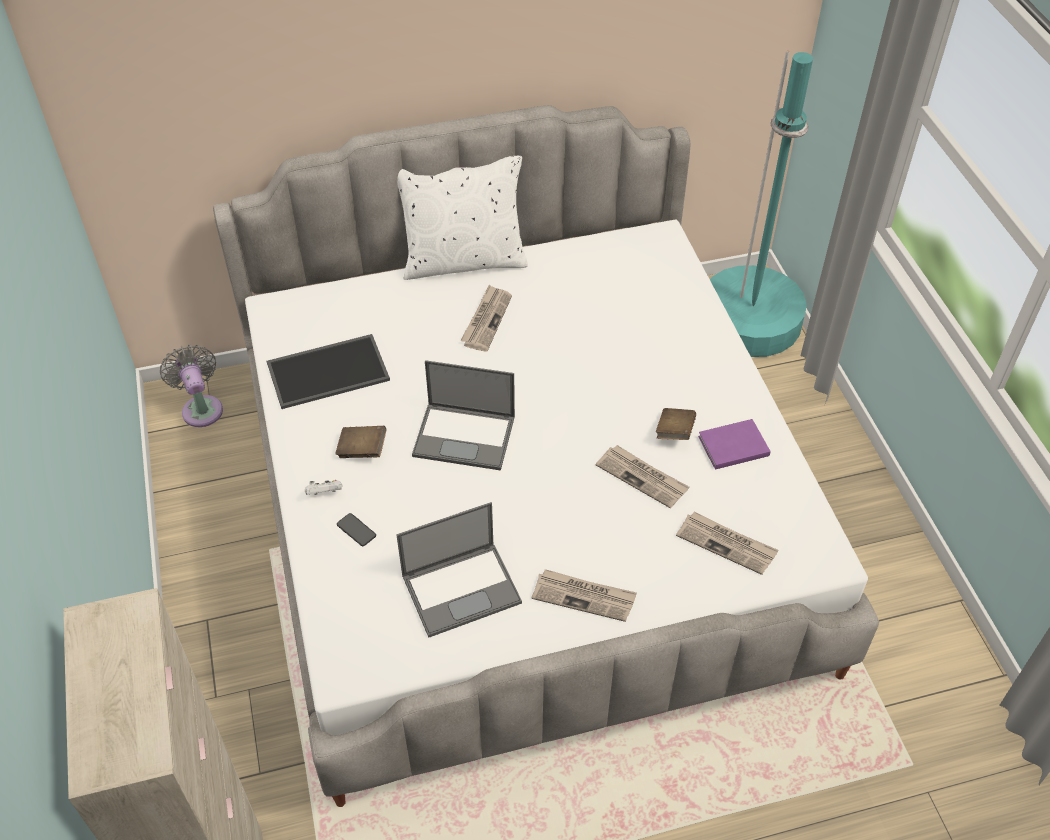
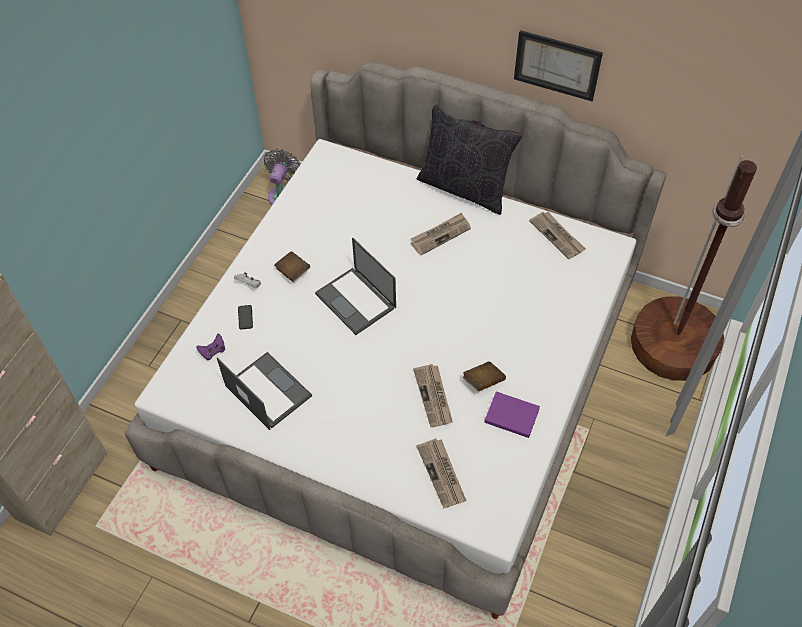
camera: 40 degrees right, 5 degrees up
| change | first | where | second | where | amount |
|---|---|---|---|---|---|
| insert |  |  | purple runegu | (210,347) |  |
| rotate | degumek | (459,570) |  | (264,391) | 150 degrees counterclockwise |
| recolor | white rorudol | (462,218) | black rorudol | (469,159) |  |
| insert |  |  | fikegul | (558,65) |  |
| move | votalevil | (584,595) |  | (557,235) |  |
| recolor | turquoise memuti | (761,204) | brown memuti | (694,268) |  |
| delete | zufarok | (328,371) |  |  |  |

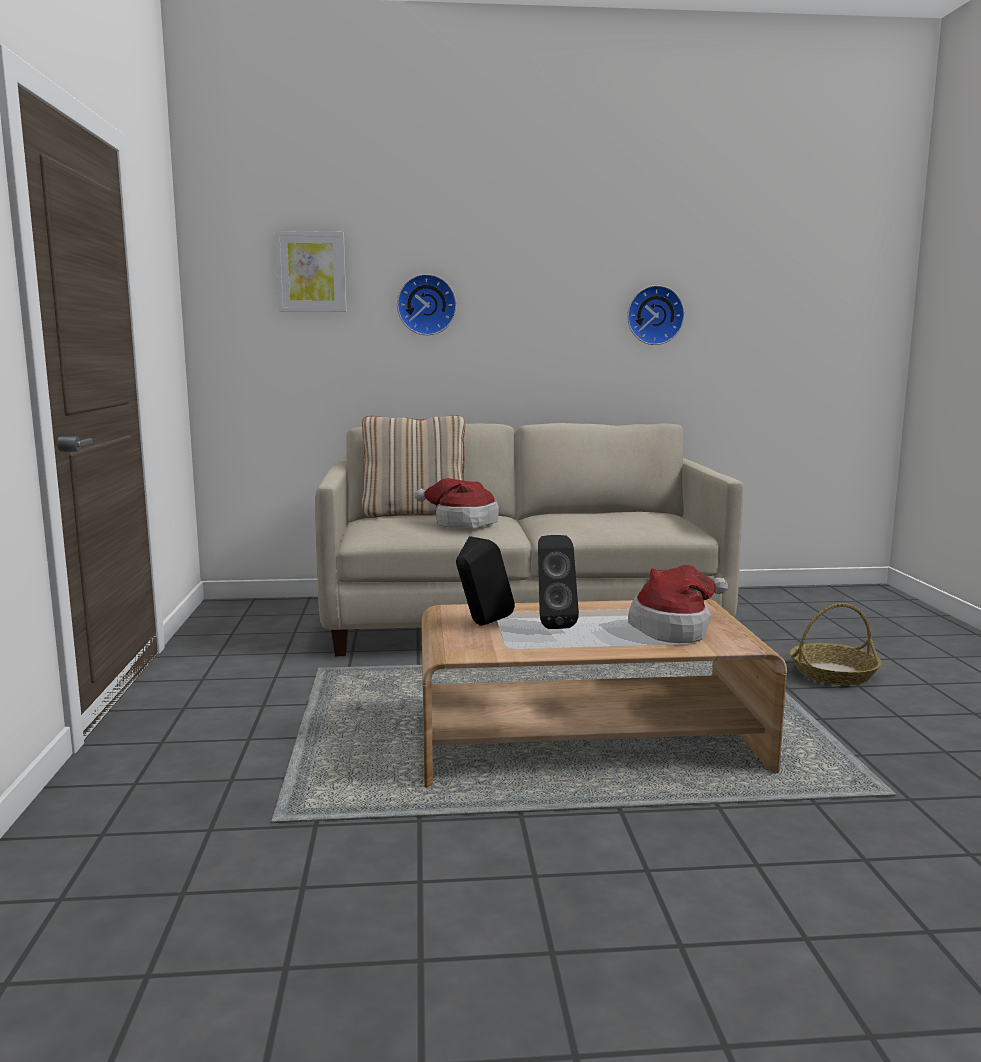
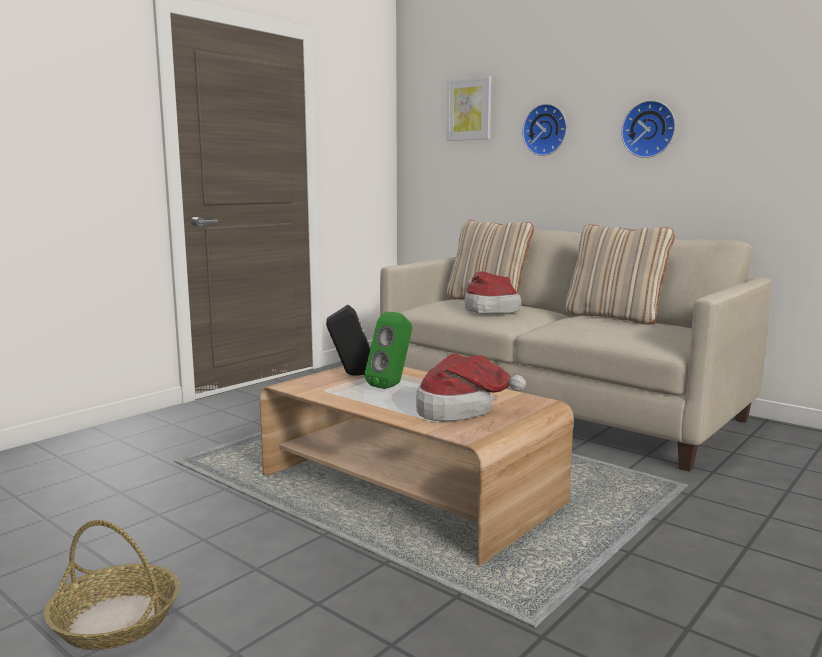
camera: 45 degrees right, 0 degrees up
| change | first | where | second | where | amount |
|---|---|---|---|---|---|
| move | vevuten | (835,644) |  | (112,585) |  |
| recolor | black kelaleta | (558,582) | green kelaleta | (388,350) |  |
| insert |  |  | beige rorudol | (620,274) |  |
| move | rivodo | (656,315) |  | (648,129) |  |

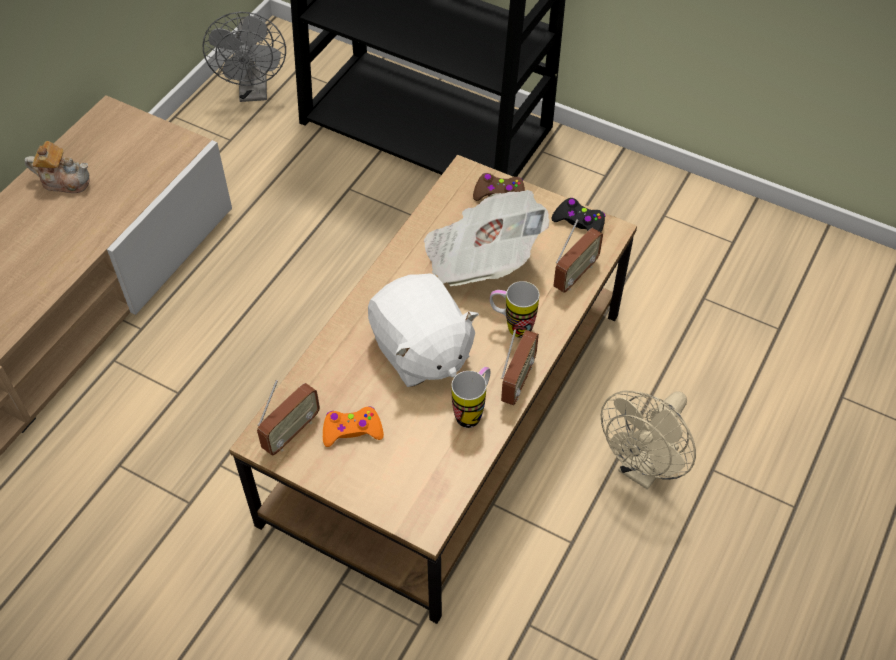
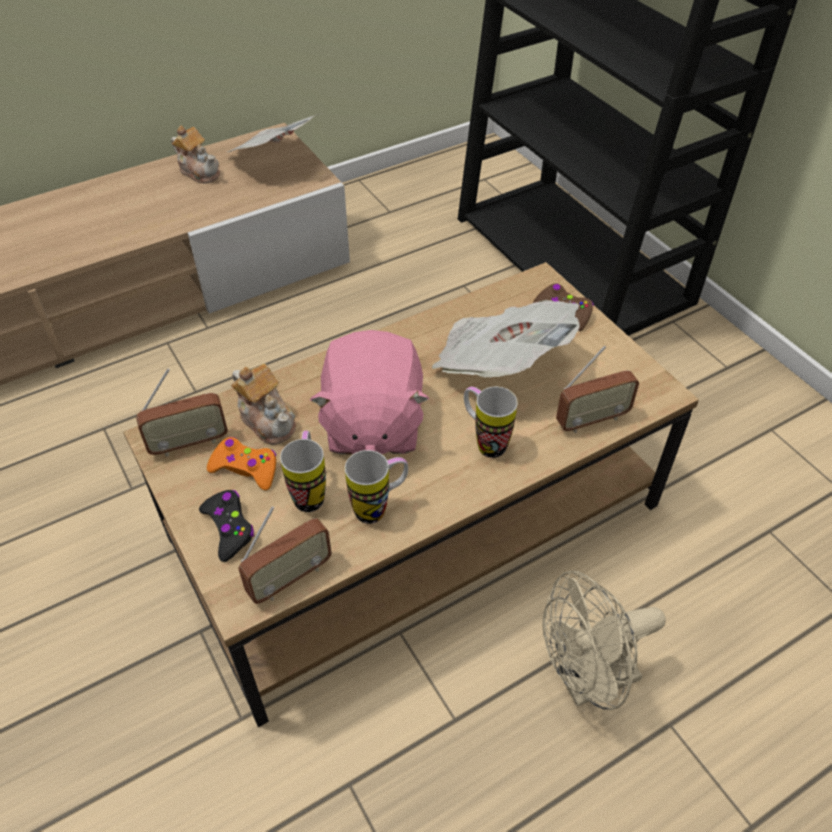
camera: 30 degrees right, 5 degrees down
| change | first | where | second | where | amount |
|---|---|---|---|---|---|
| move | black runegu | (578,215) |  | (226,526) |  |
| insert |  |  | votalevil | (273,133) |  |
| insert |  |  | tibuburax | (263,404) |  |
| move | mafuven | (520,367) |  | (285,555) |  |
| insert |  |  | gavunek | (303,471) |  |
| recolor | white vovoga | (423,330) | pink vovoga | (369,392) |  |
| delete | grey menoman | (244,57) |  |  |  |

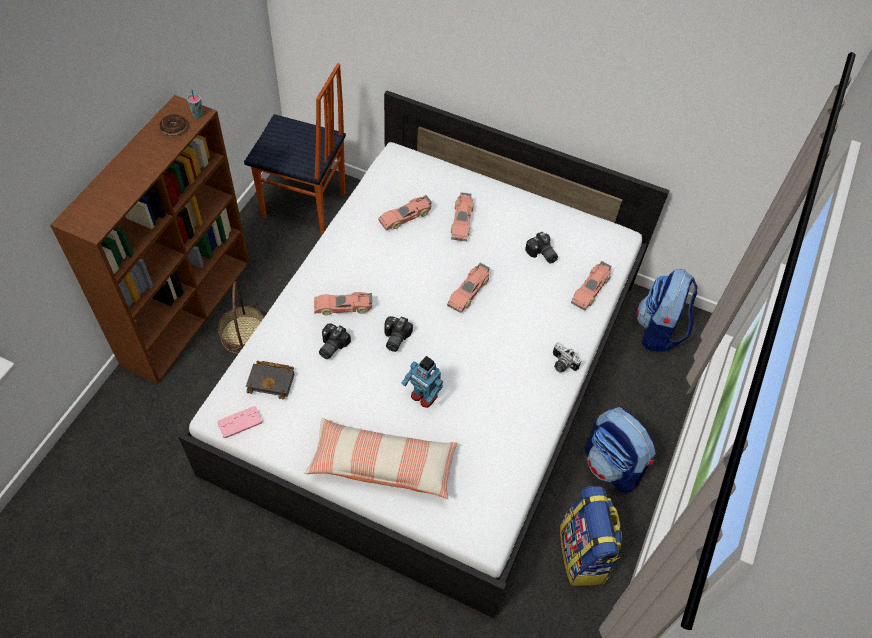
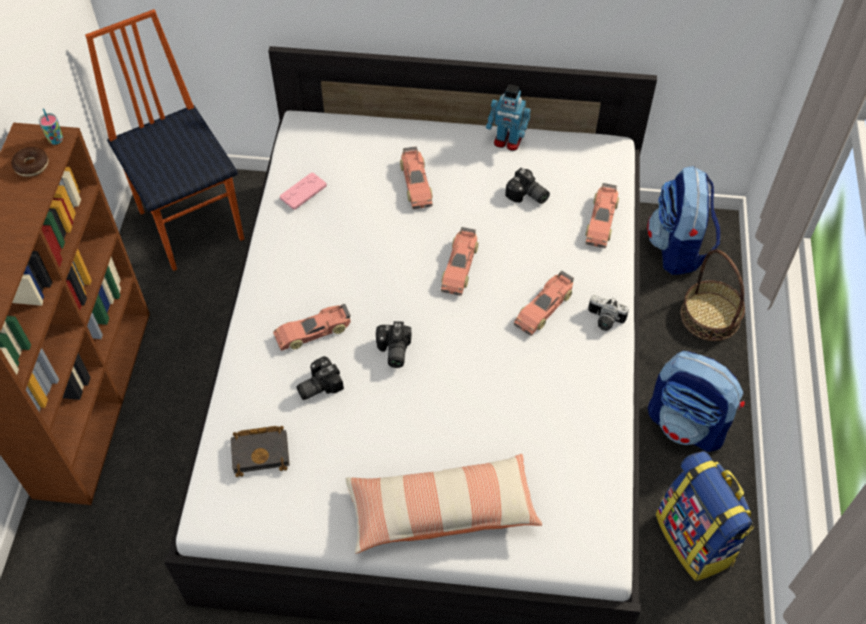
camera: 15 degrees left, 0 degrees up
| change | first | where | second | where | amount |
|---|---|---|---|---|---|
| rotate | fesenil | (295,148) |  | (164,140) | 120 degrees counterclockwise |
| move | pink runegu | (240,422) |  | (303,191) |  |
| rotate | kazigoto | (335,341) |  | (320,378) | 45 degrees clockwise |
| move | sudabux | (422,382) |  | (508,117) |  |
| move | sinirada | (405,213) |  | (544,303) |  |
| move | vevuten | (241,317) |  | (713,295) |  |

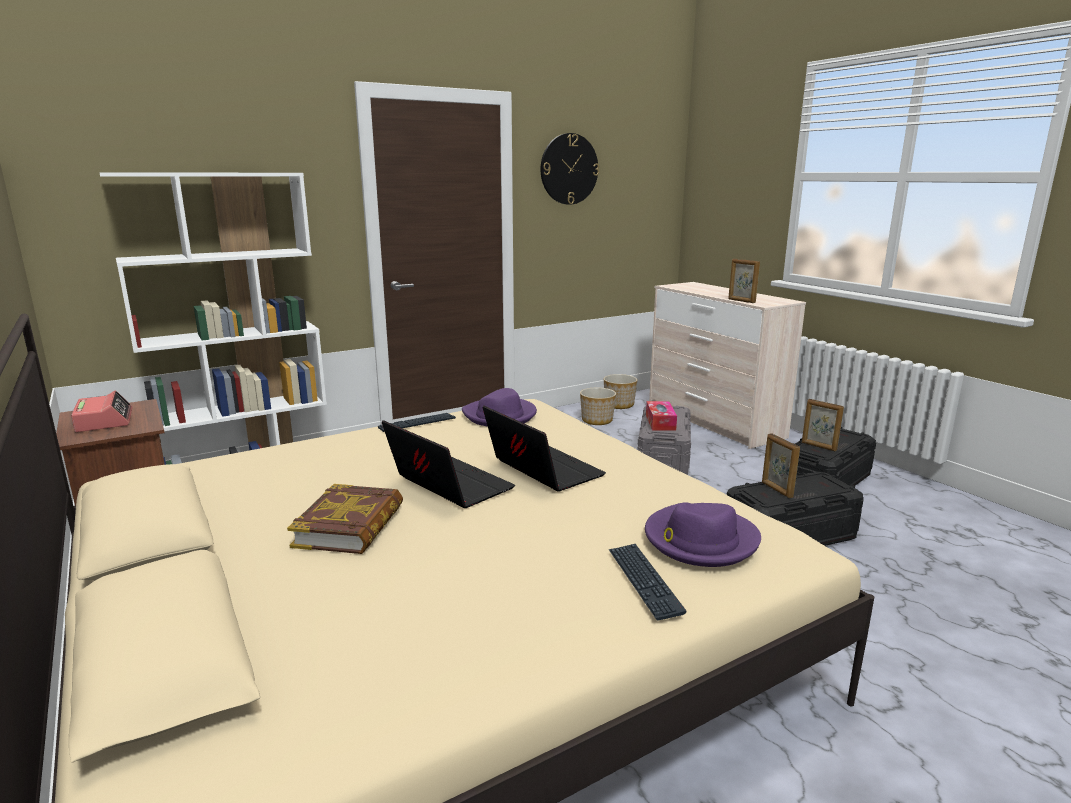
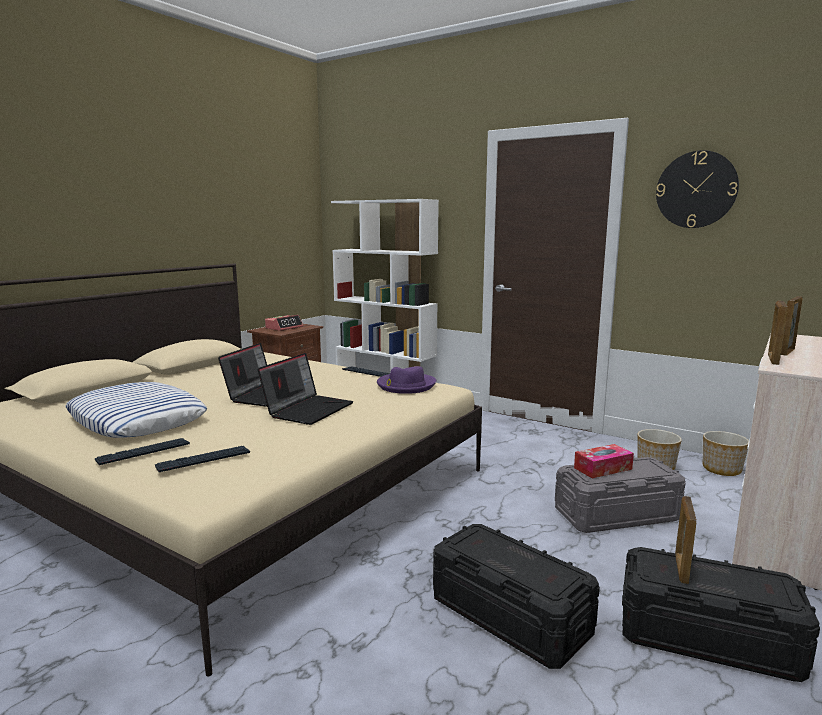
camera: 65 degrees right, 5 degrees down
| change | first | where | second | where | amount |
|---|---|---|---|---|---|
| insert |  |  | rorudol | (136,410) |  |
| replace | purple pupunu | (703,534) | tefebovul | (202,459) |  |
| move | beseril | (781,465) |  | (792,325) |  |
| delete | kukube | (345,519) |  |  |  |

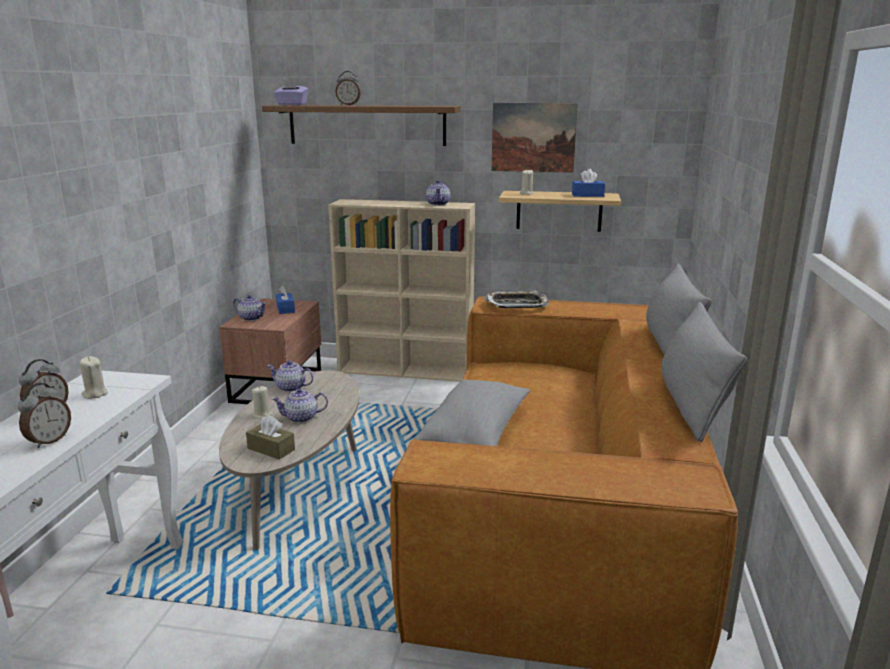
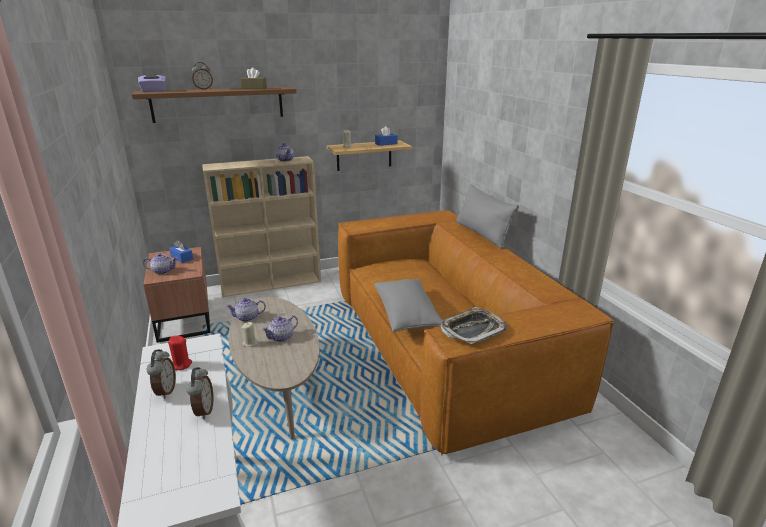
camera: 30 degrees left, 5 degrees up
| change | first | where | second | where | amount |
|---|---|---|---|---|---|
| recolor | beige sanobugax | (93,377) | red sanobugax | (180,352) |  |
| move | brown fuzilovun | (270,437) |  | (253,78) |  |
| move | zufarok | (516,299) |  | (474,325) |  |
| delete | fikegul | (535,138) |  |  |  |
| delete | grey rorudol | (704,372) |  |  |  |

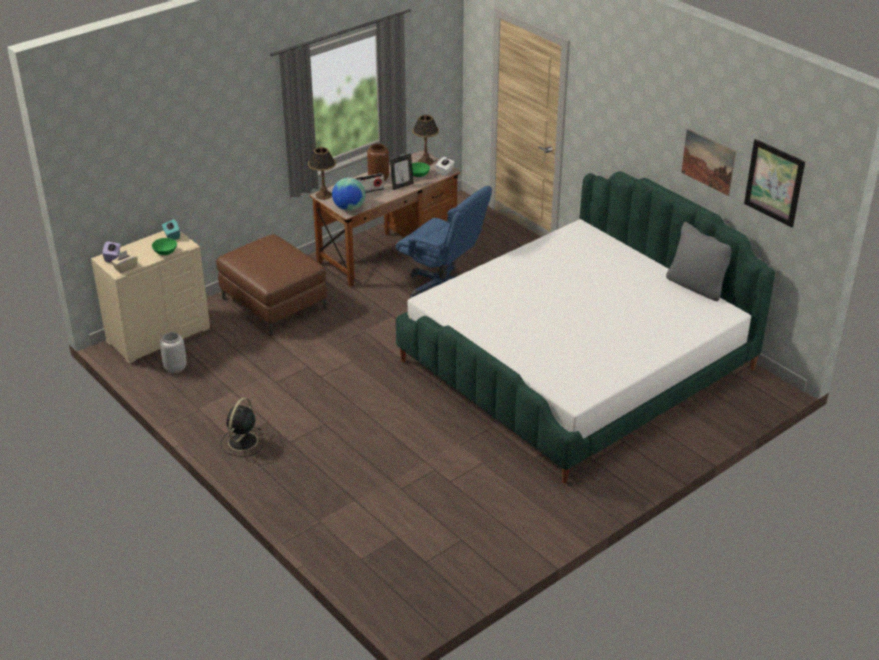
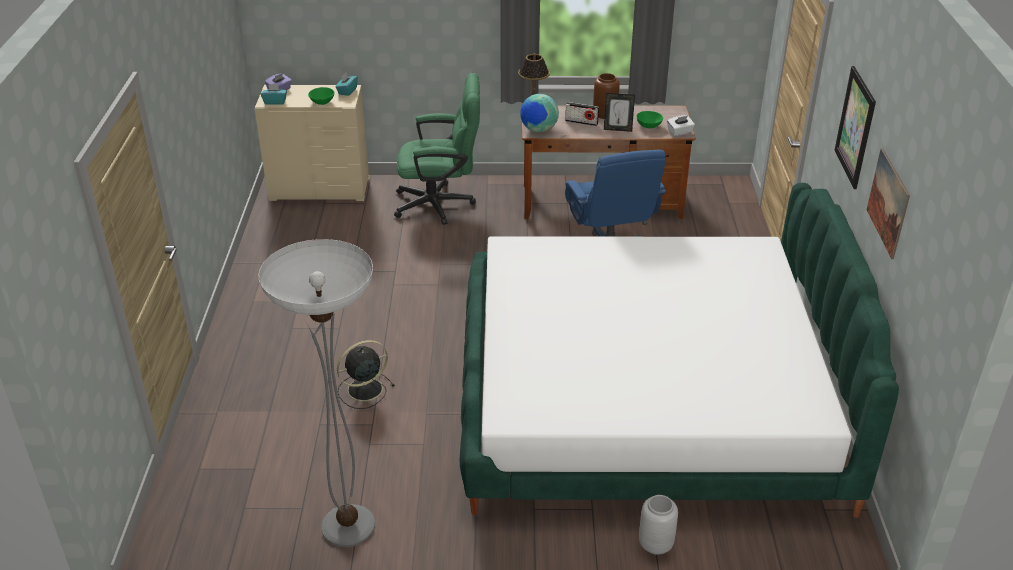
camera: 40 degrees right, 0 degrees up
| change | first | where | second | where | amount |
|---|---|---|---|---|---|
| insert |  |  | memuti | (316,393) |  |
| recolor | beige fuzilovun | (124,261) | turquoise fuzilovun | (274,94) |  |
| move | black menoman | (241,427) |  | (365,374) |  |
| replace | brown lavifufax | (271,285) | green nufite | (437,149) |  |
| move | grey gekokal | (173,352) |  | (658,525) |  |
| move | fikegul | (774,183) |  | (855,127) |  |
| delete | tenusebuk | (426,139) |  |  |  |
| delete | grey rorudol | (698,261) |  |  |  |

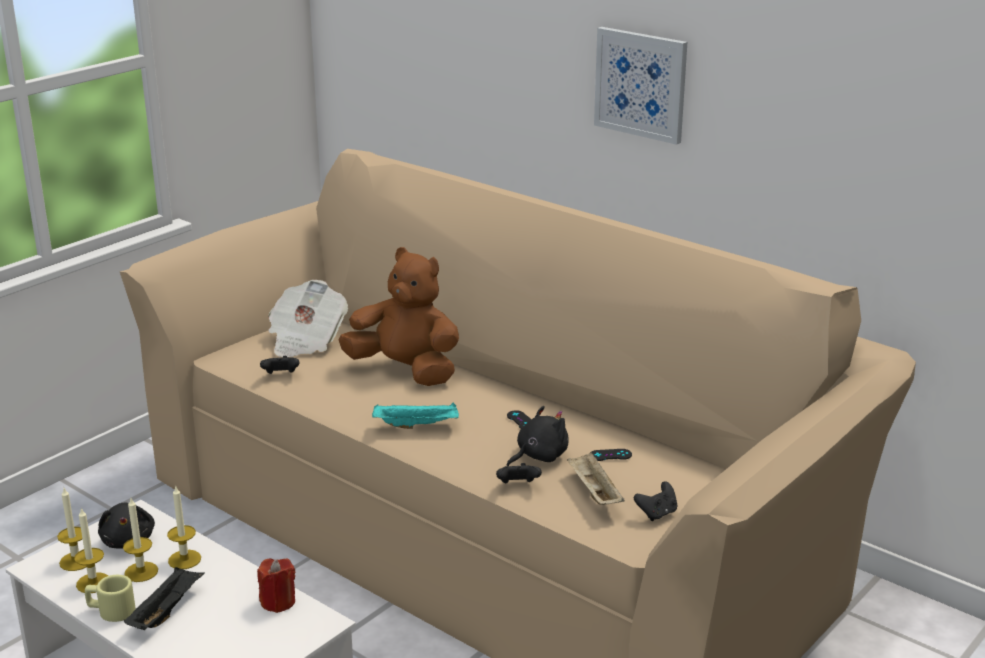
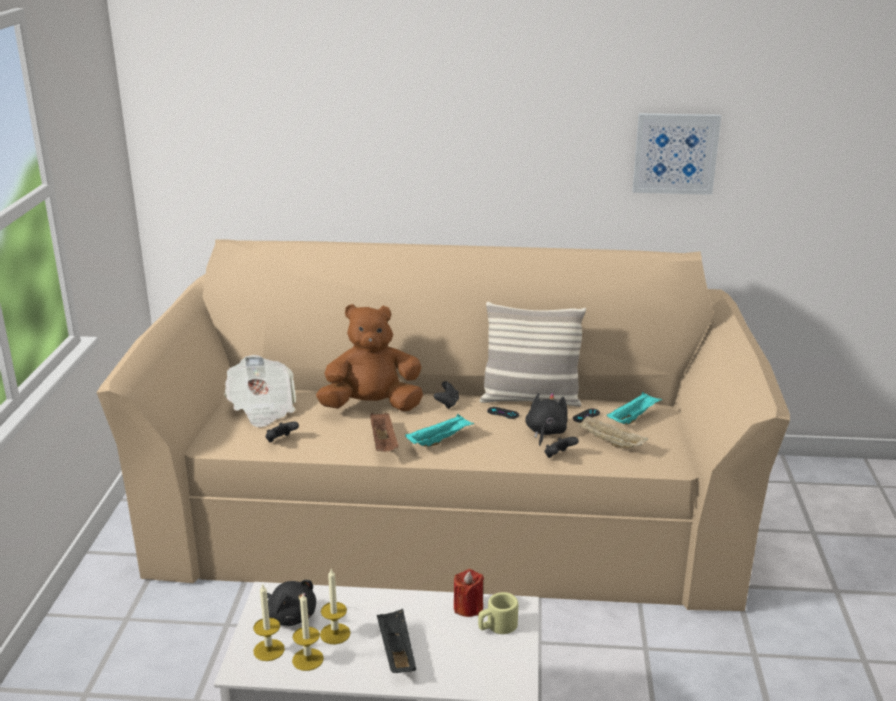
camera: 35 degrees left, 0 degrees up
| change | first | where | second | where | amount |
|---|---|---|---|---|---|
| insert |  |  | brown zufarok | (384,432) |  |
| move | black runegu | (656,501) |  | (446,395) |  |
| move | beige gavunek | (110,598) |  | (498,613) |  |
| insert |  |  | rorudol | (533,354) |  |
| insert |  |  | turquoise zufarok | (634,408) |  |
| move | fikegul | (640,86) |  | (677,154) |  |
| delete | sanobugax | (184,527) |  |  |  |

